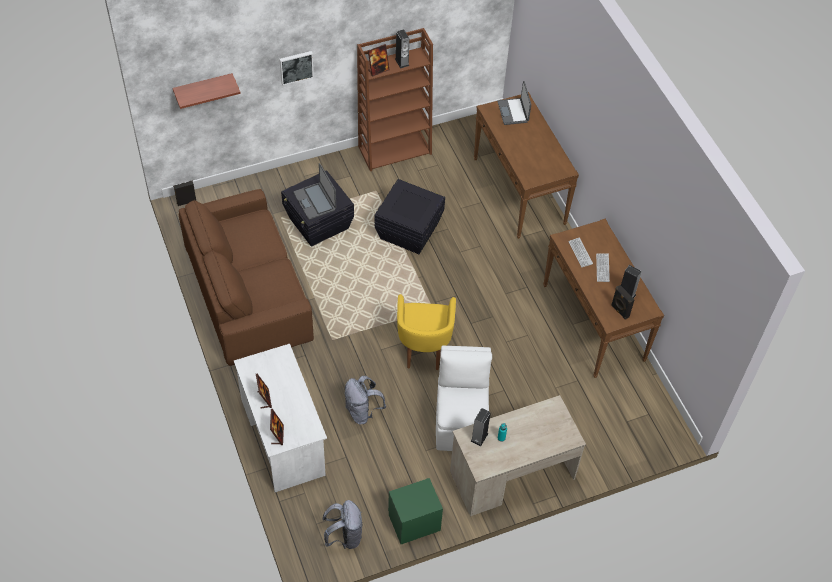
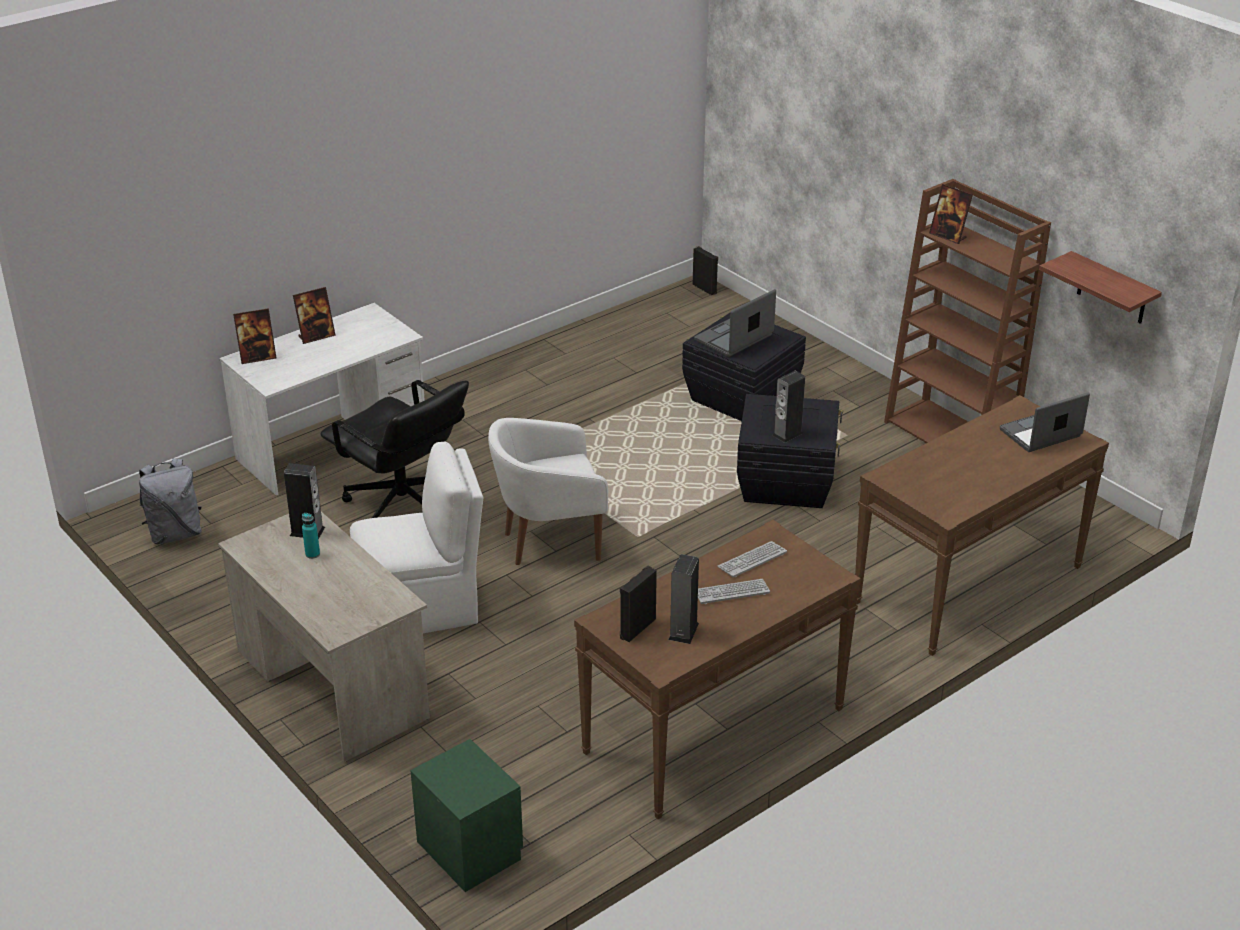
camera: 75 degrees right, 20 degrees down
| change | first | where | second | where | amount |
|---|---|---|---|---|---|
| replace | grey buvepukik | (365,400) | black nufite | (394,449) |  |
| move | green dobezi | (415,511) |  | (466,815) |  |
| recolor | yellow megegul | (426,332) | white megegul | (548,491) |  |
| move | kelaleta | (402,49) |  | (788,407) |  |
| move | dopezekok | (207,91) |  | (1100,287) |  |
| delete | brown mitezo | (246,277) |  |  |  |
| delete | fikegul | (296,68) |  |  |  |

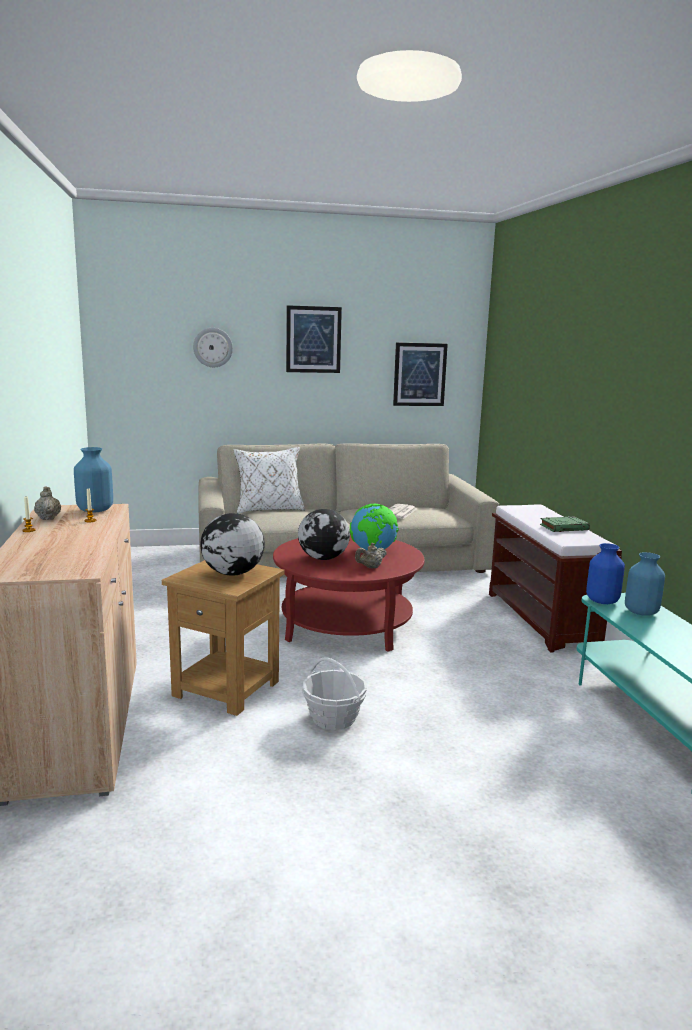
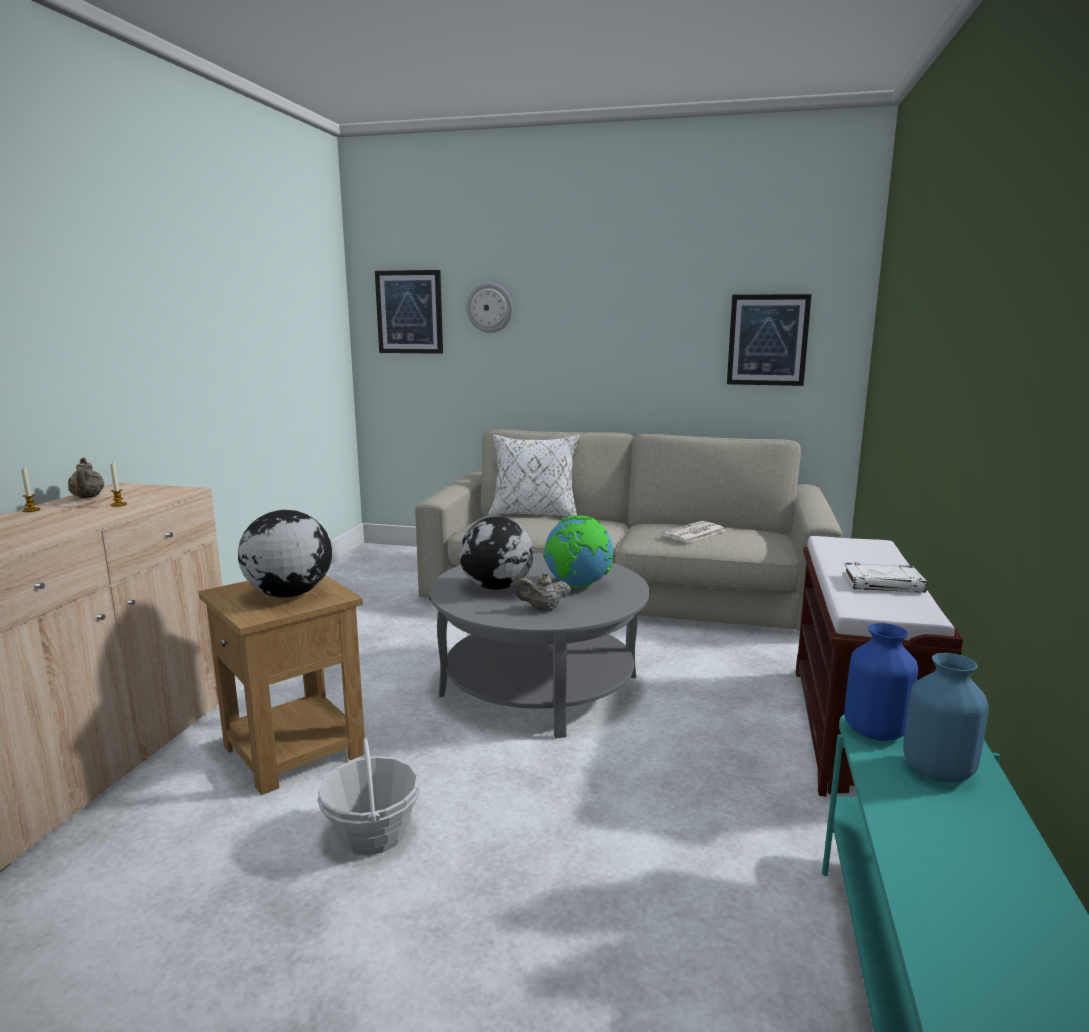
camera: 25 degrees right, 0 degrees up
| change | first | where | second | where | amount |
|---|---|---|---|---|---|
| rotate | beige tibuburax | (47,503) |  | (86,478) | 150 degrees clockwise |
| move | fikegul | (314,339) |  | (409,312) |  |
| recolor | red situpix | (349,593) | grey situpix | (539,645) |  |
| recolor | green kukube | (565,524) | white kukube | (885,577) |  |
| delete | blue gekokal | (93,480) |  |  |  |

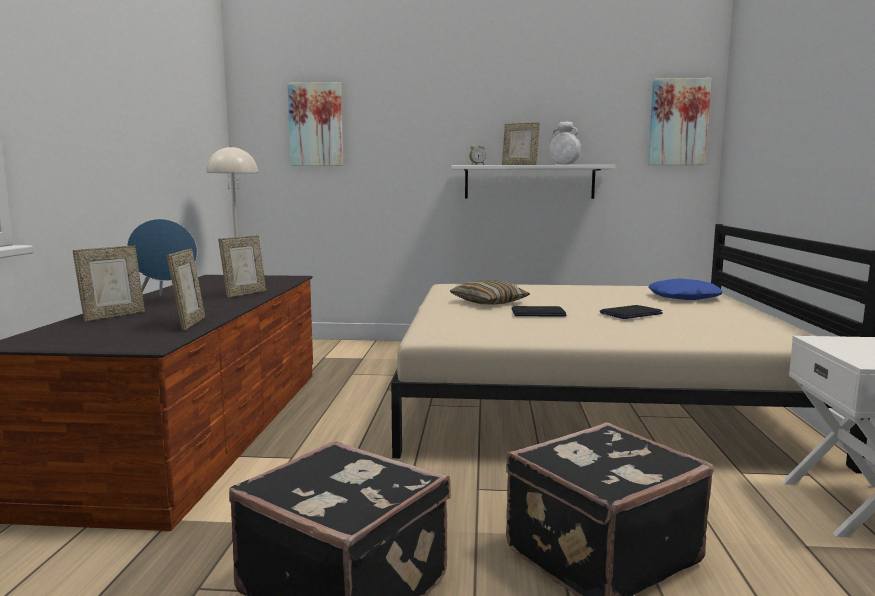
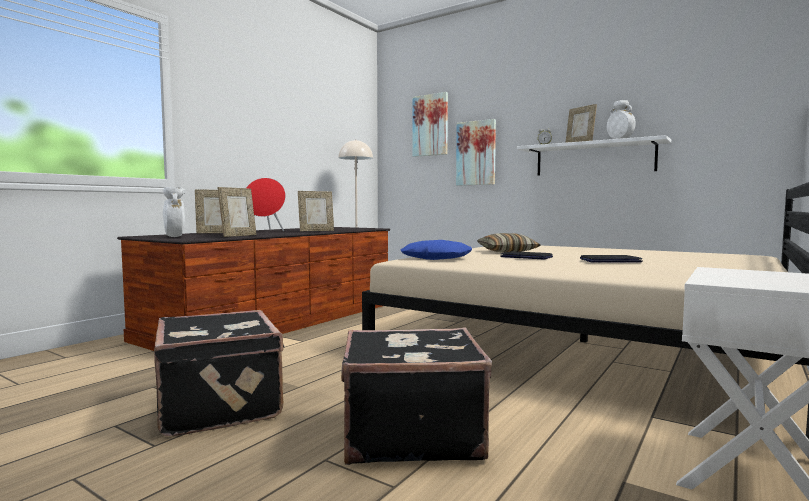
camera: 30 degrees right, 5 degrees down
| change | first | where | second | where | amount |
|---|---|---|---|---|---|
| insert |  |  | white gekokal | (174,212) |  |
| recolor | blue kelaleta | (162,257) | red kelaleta | (266,204) |  |
| move | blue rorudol | (685,289) |  | (436,250) |  |
| move | fikegul | (679,121) |  | (476,152) |  |

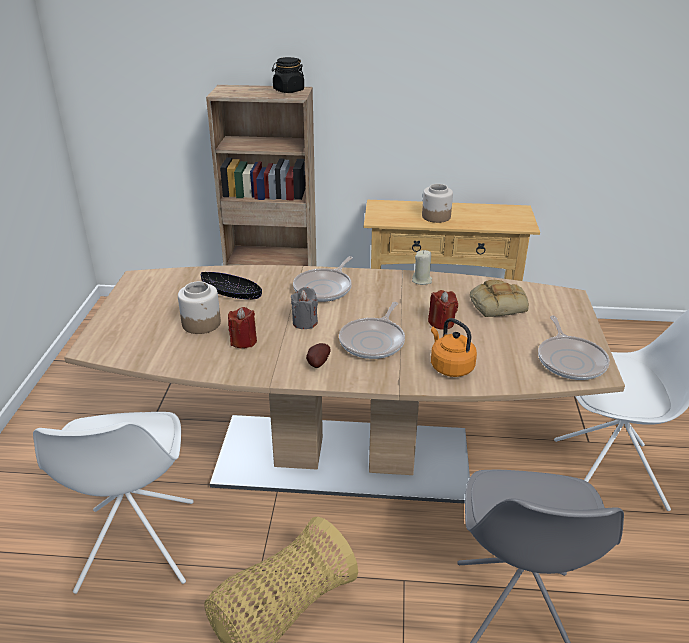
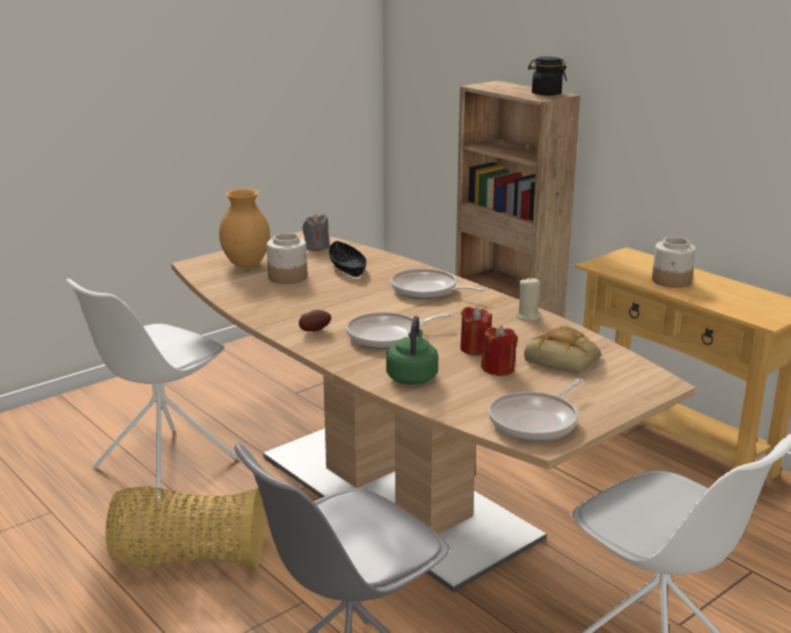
camera: 45 degrees right, 10 degrees down
| change | first | where | second | where | amount |
|---|---|---|---|---|---|
| insert |  |  | brown gekokal | (244,228) |  |
| move | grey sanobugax | (304,308) |  | (315,232) |  |
| recolor | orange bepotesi | (454,347) | green bepotesi | (412,350) |  |
| rotate | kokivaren | (323,279) |  | (438,284) | 45 degrees clockwise |
| move | red sanobugax | (242,328) |  | (499,351) |  |

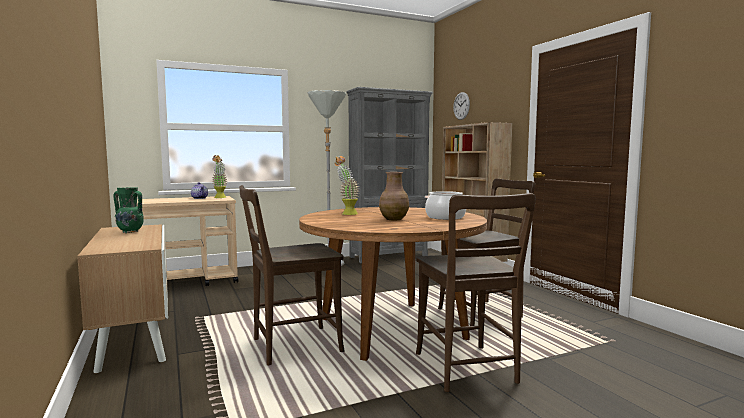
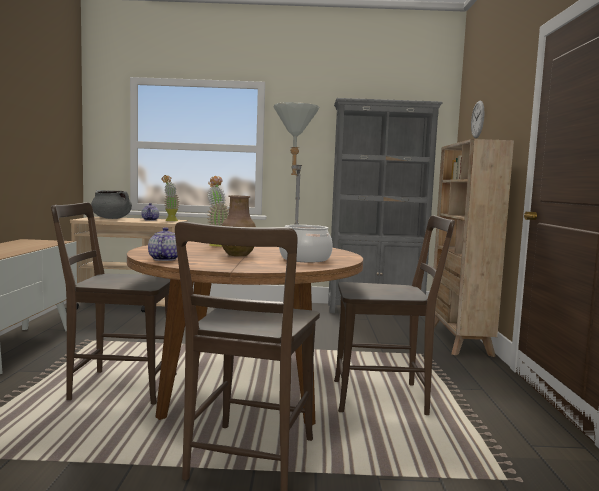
camera: 25 degrees right, 0 degrees up
| change | first | where | second | where | amount |
|---|---|---|---|---|---|
| insert |  |  | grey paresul | (111,204) |  |
| insert |  |  | tibuburax | (163,244) |  |
| delete | green gekokal | (129,210) |  |  |  |

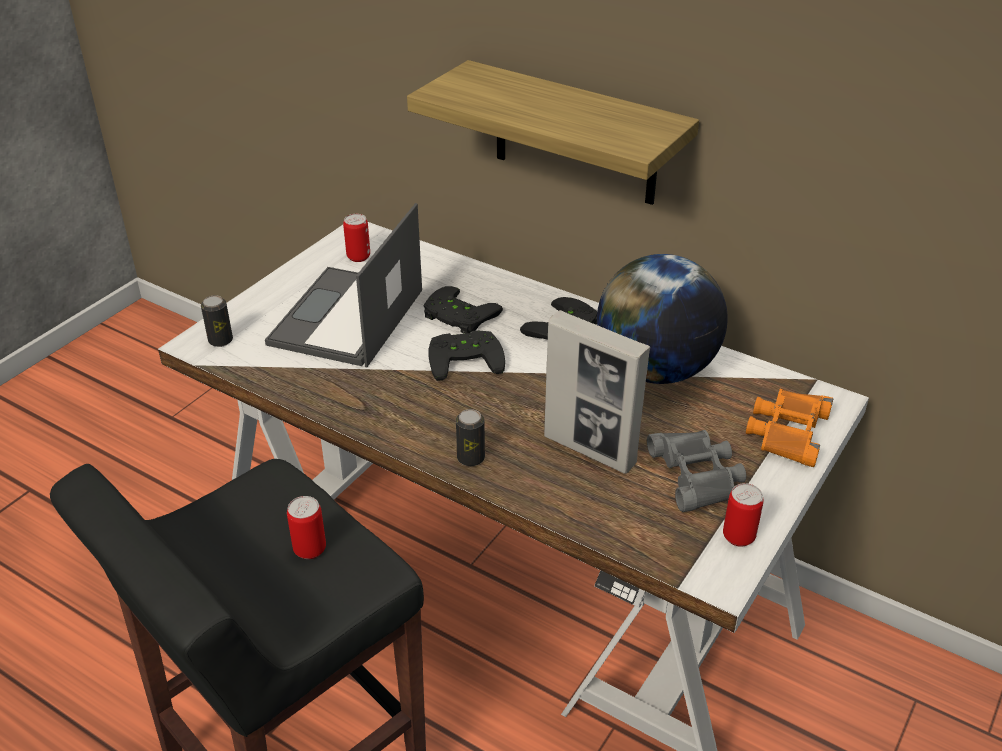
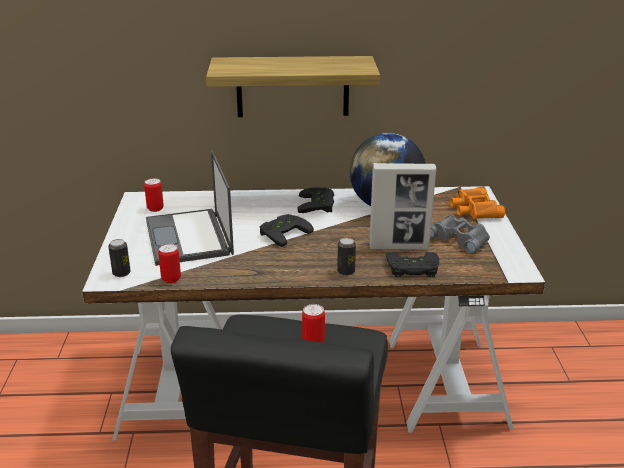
camera: 35 degrees left, 10 degrees down
| change | first | where | second | where | amount |
|---|---|---|---|---|---|
| move | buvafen | (743,515) |  | (169,263) |  |
| move | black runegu | (463,310) |  | (412,264) |  |

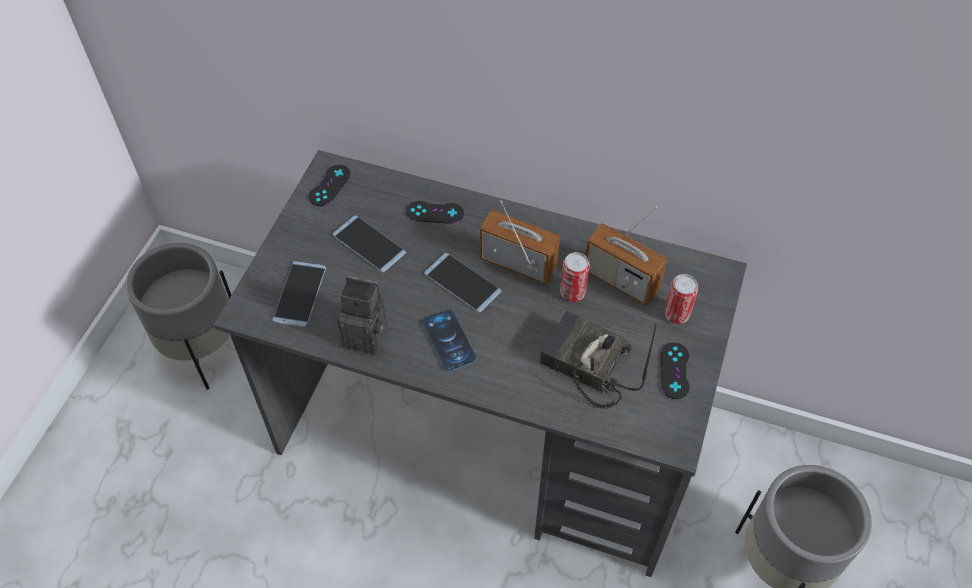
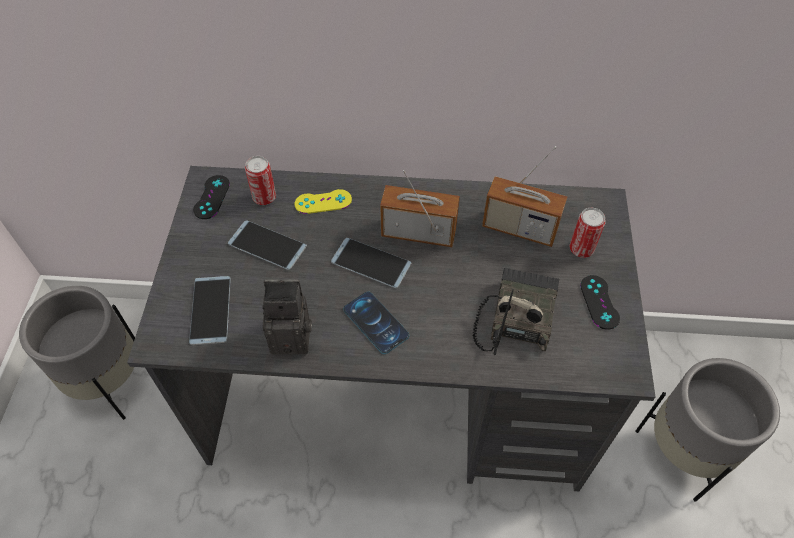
camera: 15 degrees left, 0 degrees up
| change | first | where | second | where | amount |
|---|---|---|---|---|---|
| move | buvafen | (575,277) |  | (260,180) |  |
| recolor | black runegu | (435,212) | yellow runegu | (323,201) |  |
| rotate | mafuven | (598,360) |  | (516,311) | 90 degrees clockwise |

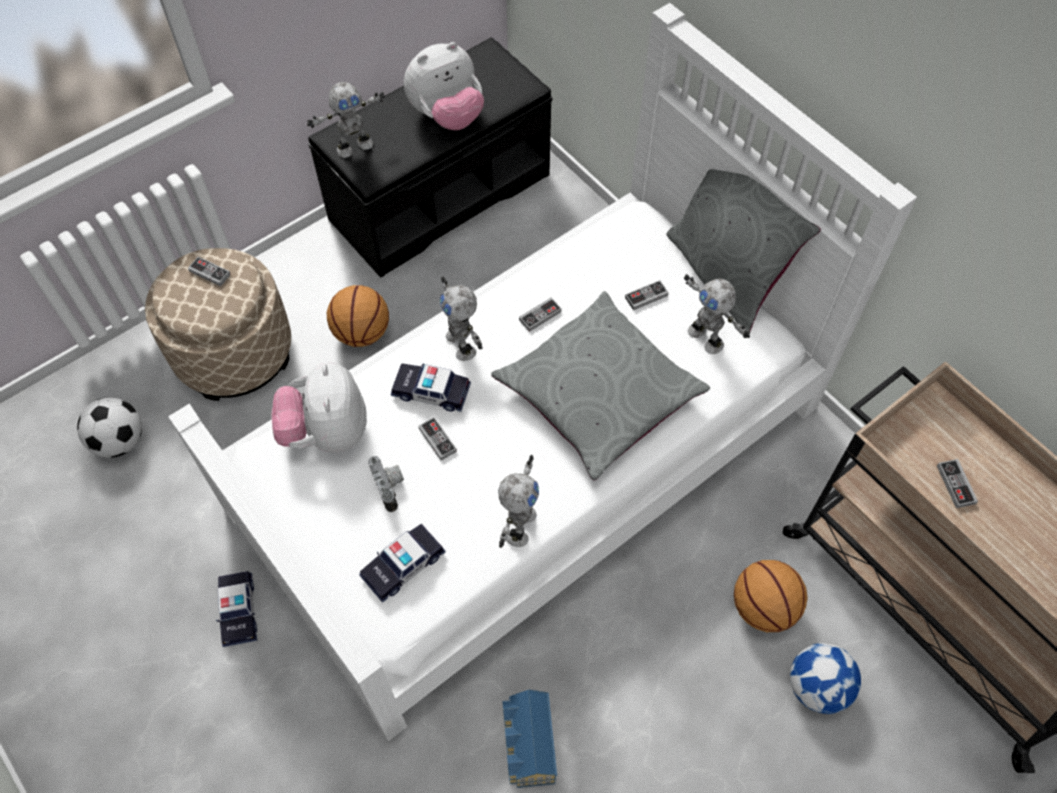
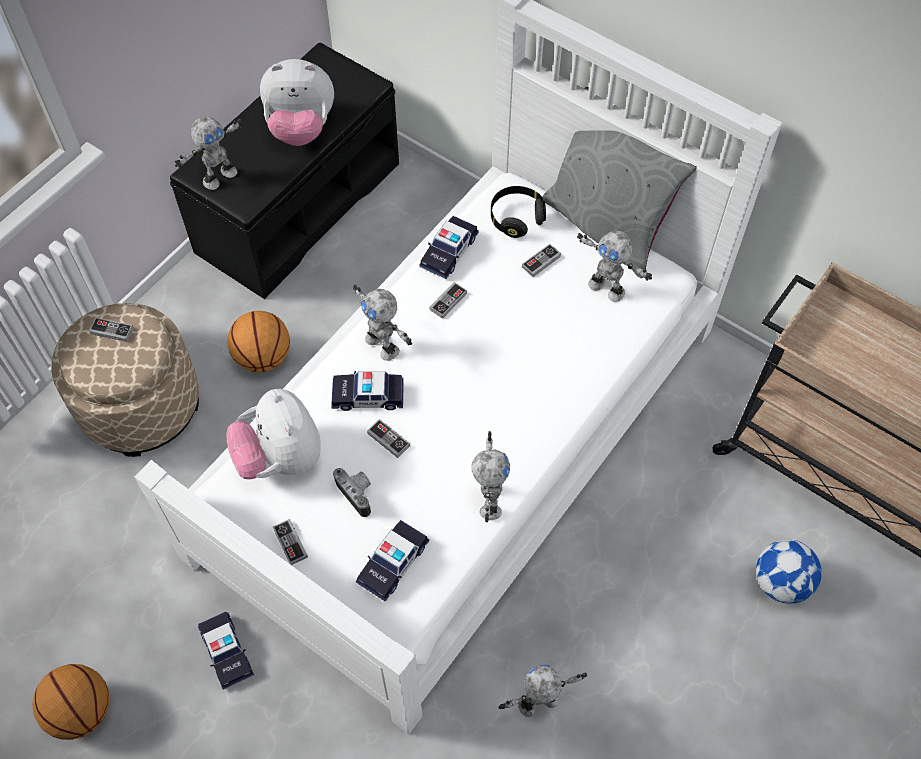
camera: 15 degrees left, 0 degrees up
| change | first | where | second | where | amount |
|---|---|---|---|---|---|
| move | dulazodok | (771,596) |  | (71,702) |  |
| rotate | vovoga | (444,86) |  | (297,102) | 45 degrees clockwise |
| move | runegu | (957,483) |  | (290,542) |  |
| insert |  |  | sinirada | (449,247) |  |
| insert |  |  | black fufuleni | (518,212) |  |
| replace | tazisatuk | (529,739) | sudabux | (542,691) |  |
| delete | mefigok | (109,427) |  |  |  |
| delete | grey rorudol | (600,385) |  |  |  |

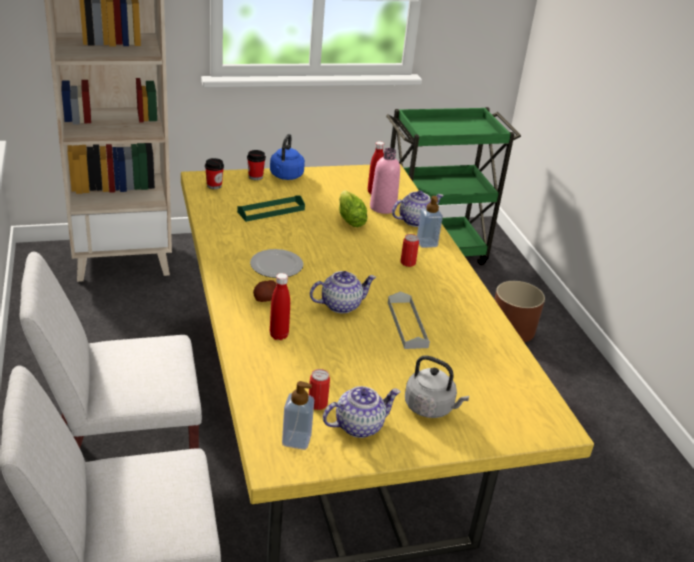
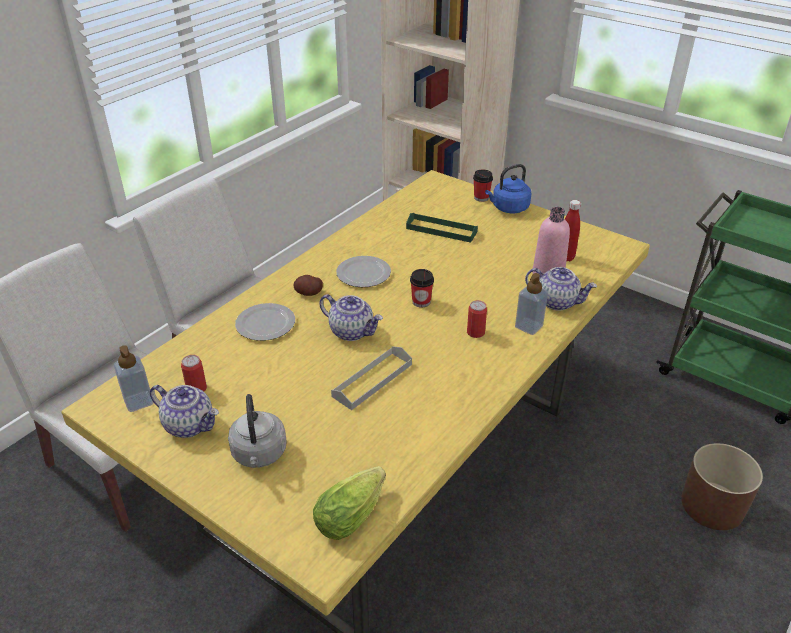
camera: 55 degrees right, 5 degrees up
| change | first | where | second | where | amount |
|---|---|---|---|---|---|
| replace | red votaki | (280,306) | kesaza | (265,322) |  |
| move | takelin | (353,208) |  | (349,503) |  |
| move | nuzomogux | (214,173) |  | (422,288) |  |

